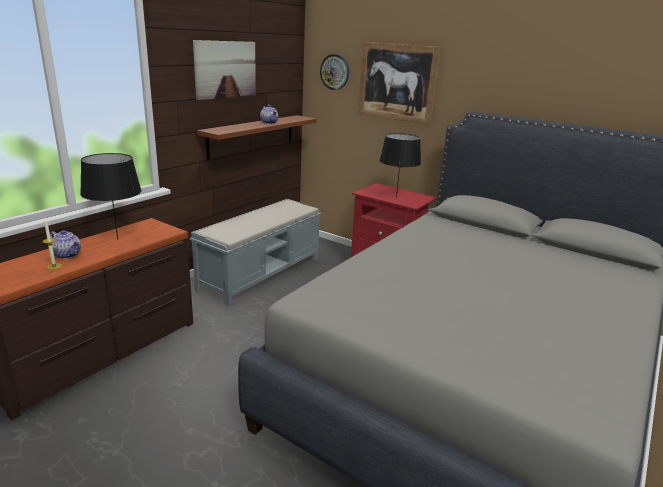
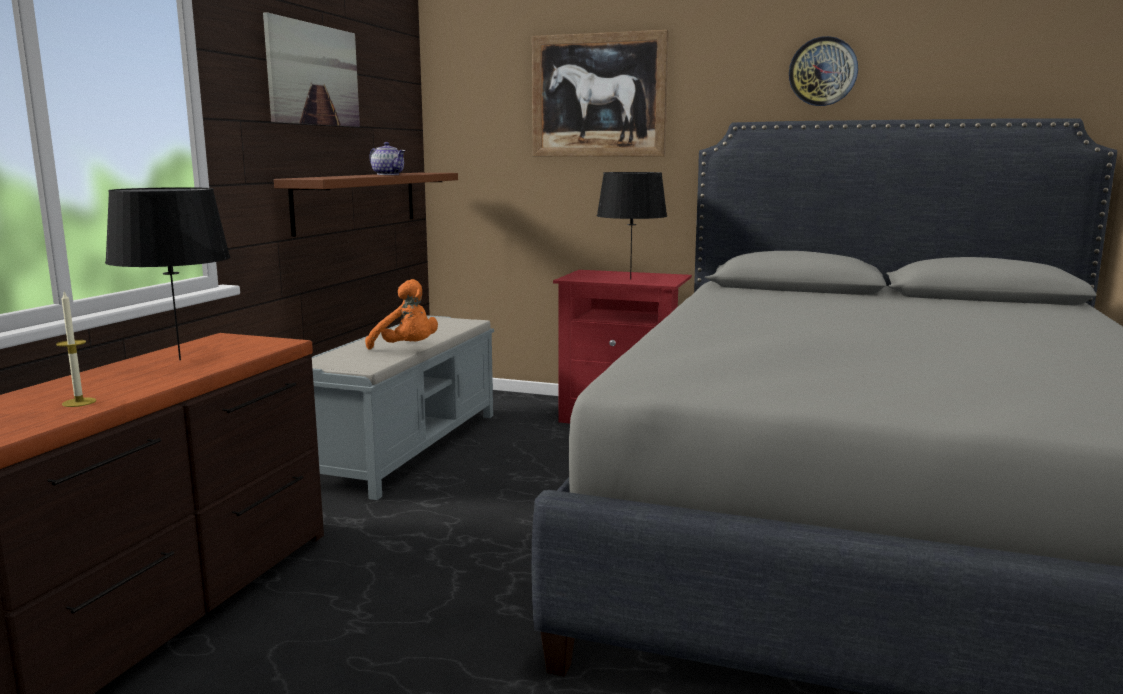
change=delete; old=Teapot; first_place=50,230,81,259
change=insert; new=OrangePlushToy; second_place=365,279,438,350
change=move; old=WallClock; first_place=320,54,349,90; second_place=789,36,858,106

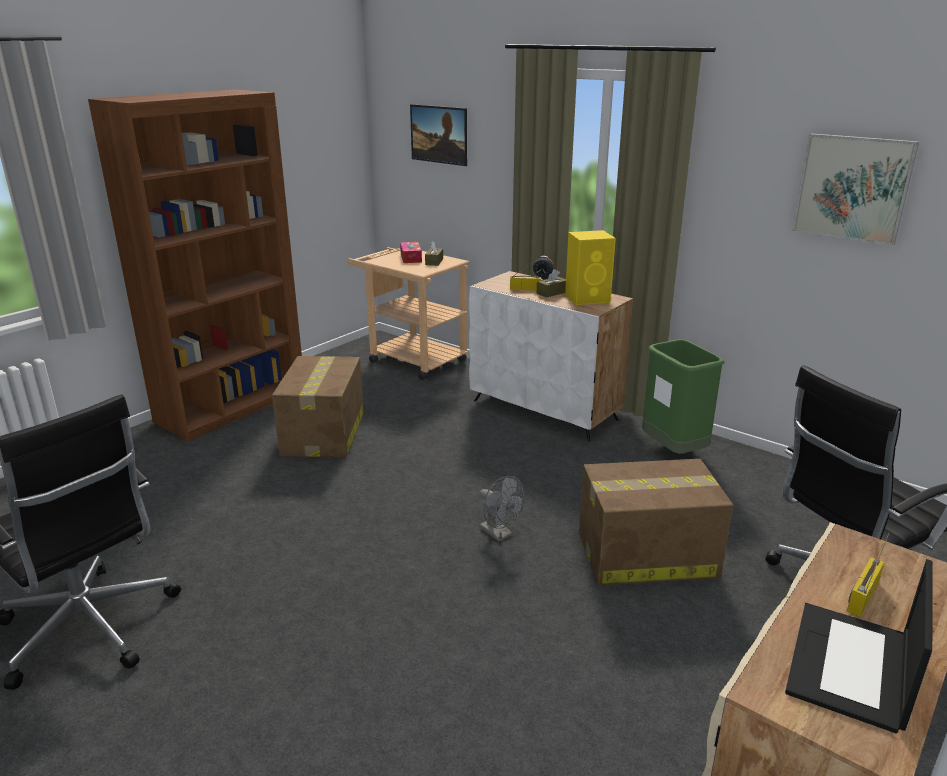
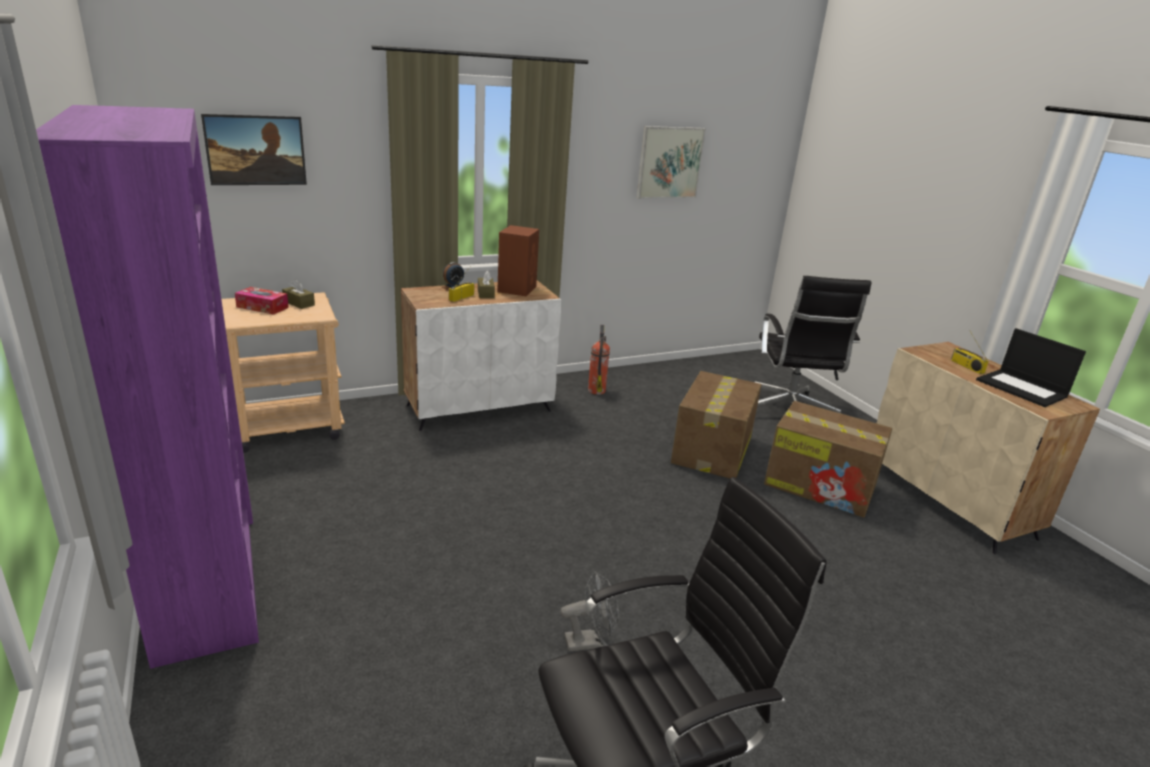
change=move; old=CardboardBox; first_place=272,356,364,457; second_place=764,401,892,518
change=move; old=GreyFan; first_place=479,476,524,541; second_place=560,571,619,651
change=replace; old=GreenTrashCan; new=FireExtinguisher; first_place=642,339,725,454; second_place=588,325,610,395
change=recolor; old=BrownBookcase; new=PurpleBookcase; first_place=88,89,302,441; second_place=36,105,259,669
change=recolor; old=YellowSpeaker; new=BrownSpeaker; first_place=565,230,616,305; second_place=497,225,539,296

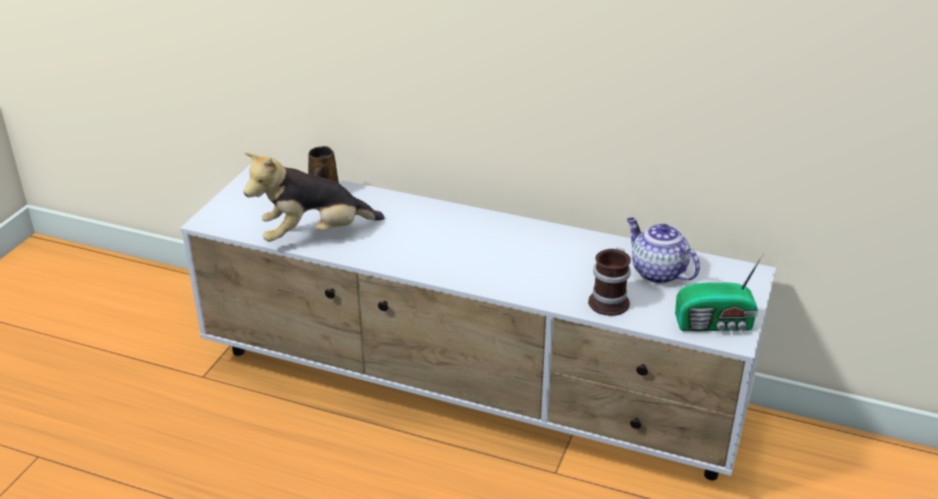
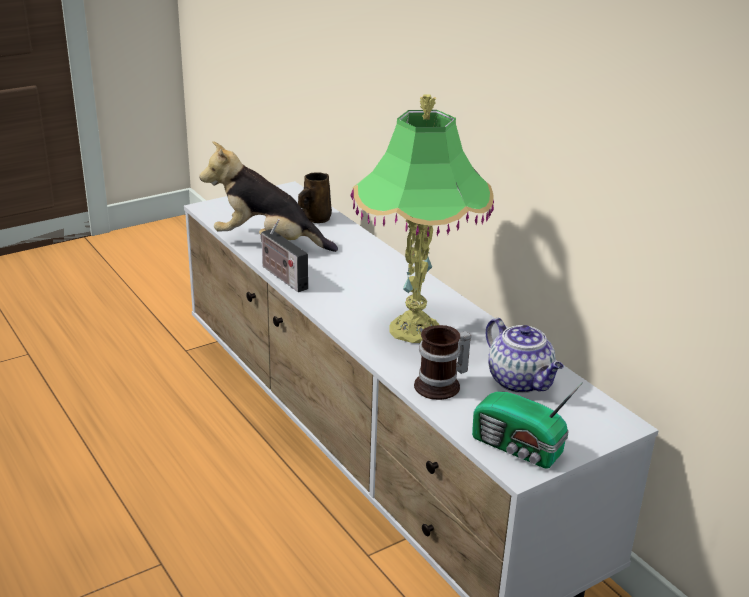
change=insert; new=Radio; second_place=261,219,308,292
change=insert; new=TableLamp; second_place=350,94,494,343
change=rotate; old=Teapot; first_place=627,217,700,284; second_place=486,318,564,393; degrees=150

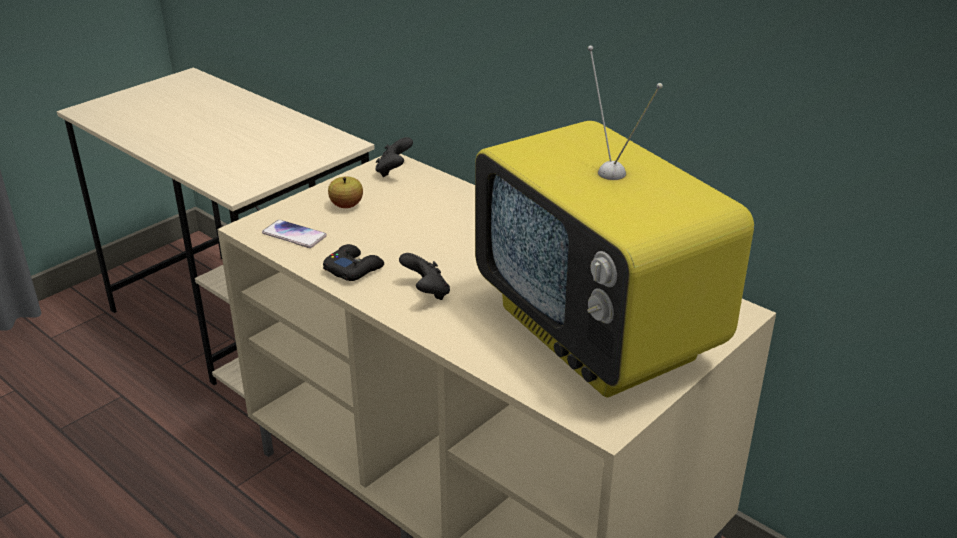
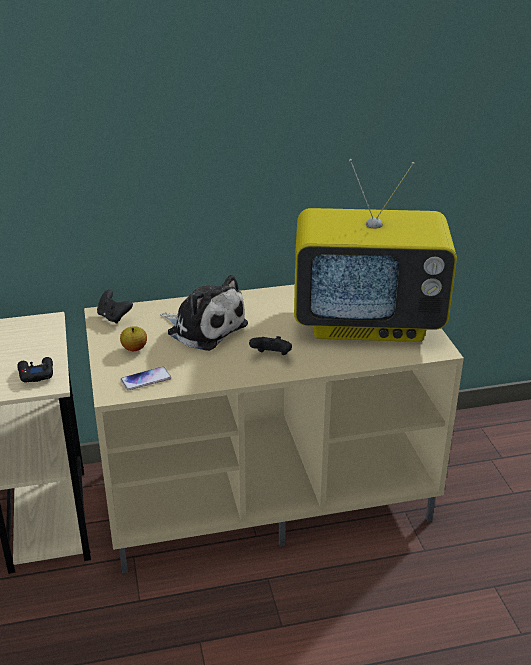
change=insert; new=PlushToy; second_place=160,275,248,351
change=move; old=BlackGameController; first_place=323,244,384,281; second_place=17,357,53,382

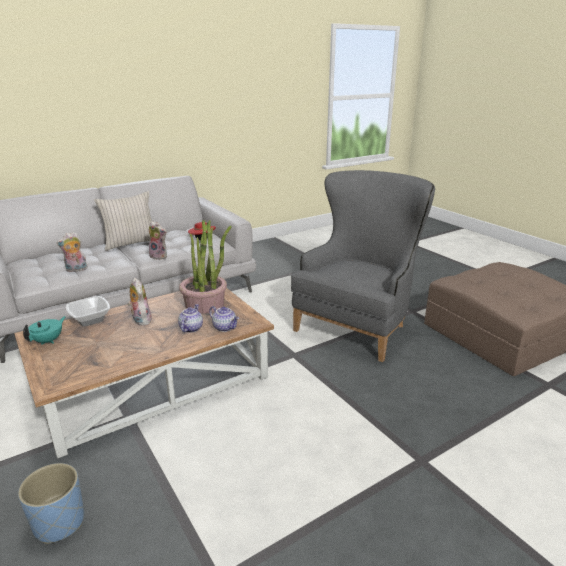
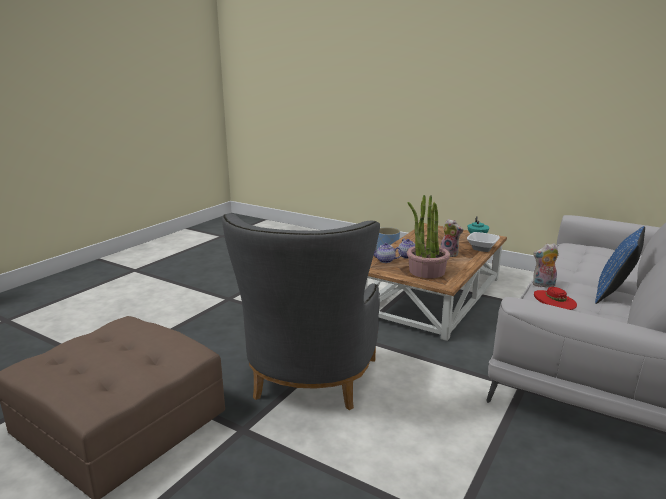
change=delete; old=PlushToy; first_place=56,232,88,272
change=recolor; old=BeigePillow; new=BluePillow; first_place=94,191,152,251; second_place=595,226,645,304

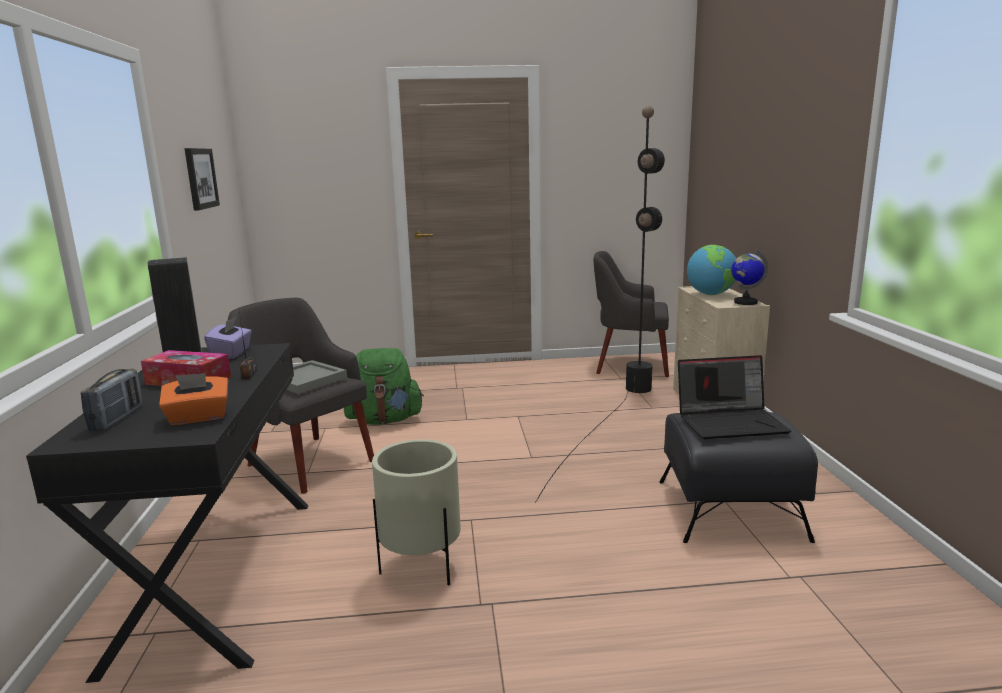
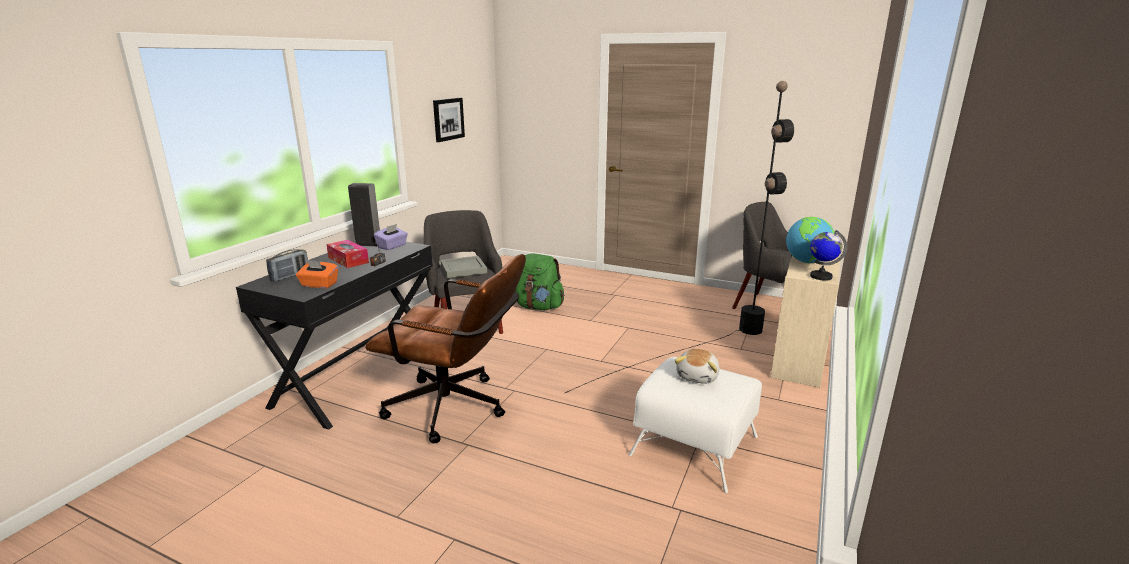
change=replace; old=BeigePlanter; new=BrownOfficeChair; first_place=372,439,461,586; second_place=365,254,526,443
change=replace; old=Laptop; new=PlushToy; first_place=678,355,791,439; second_place=675,349,720,384
change=recolor; old=BlackOttoman; new=WhiteOttoman; first_place=659,412,818,543; second_place=629,357,762,493

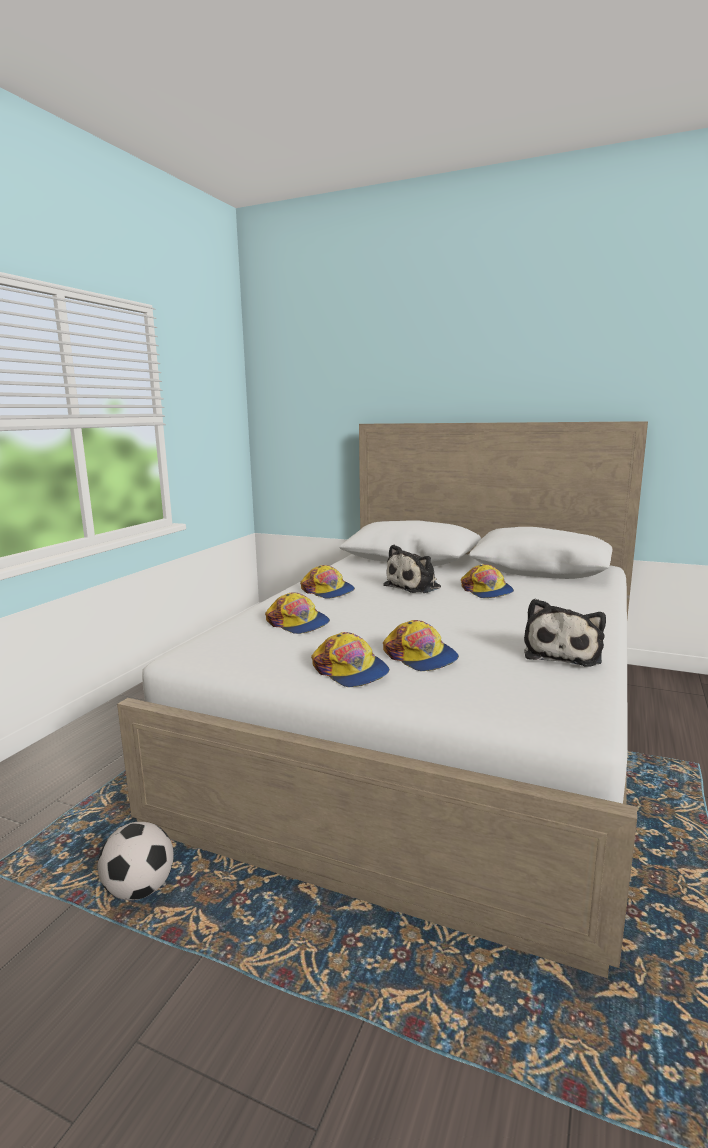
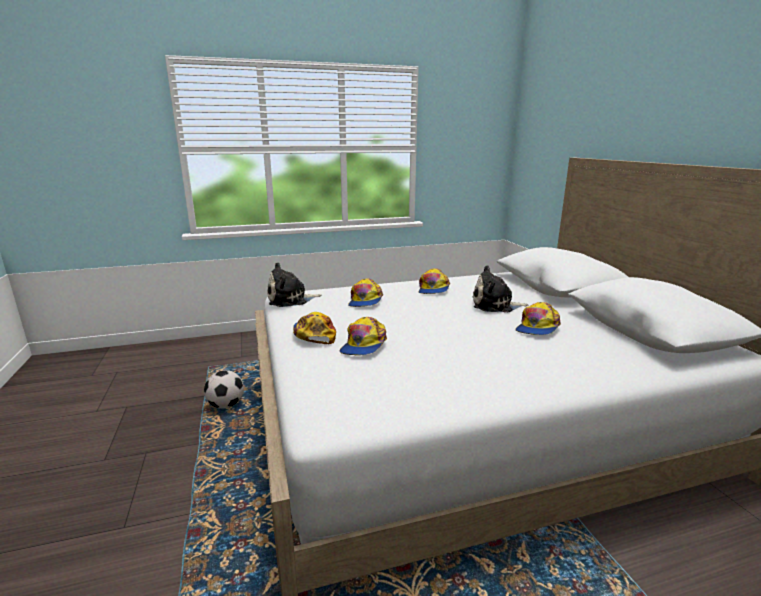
change=move; old=PlushToy; first_place=524,599,606,667; second_place=267,262,321,307
change=rotate; old=Cap; first_place=311,632,390,687; second_place=293,312,336,344; degrees=150

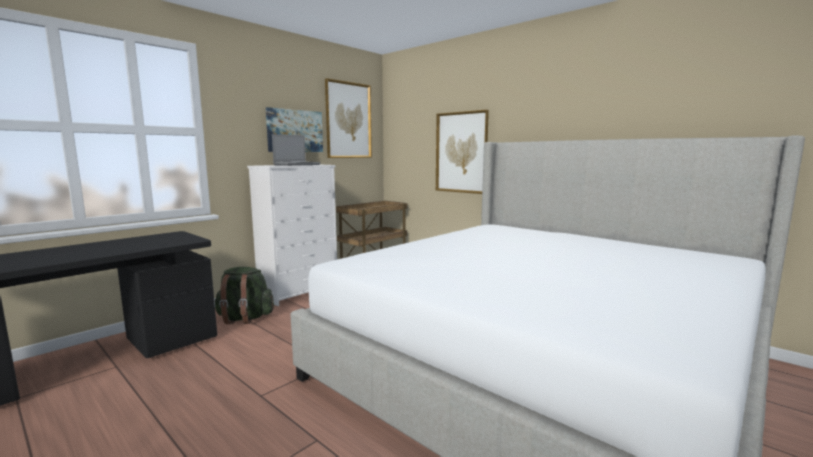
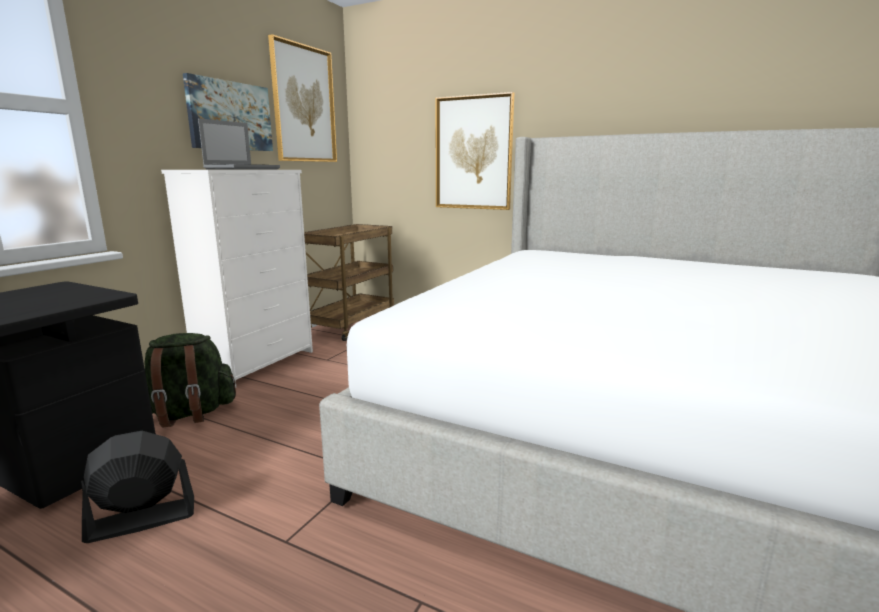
change=insert; new=BlackFan; second_place=81,431,194,543

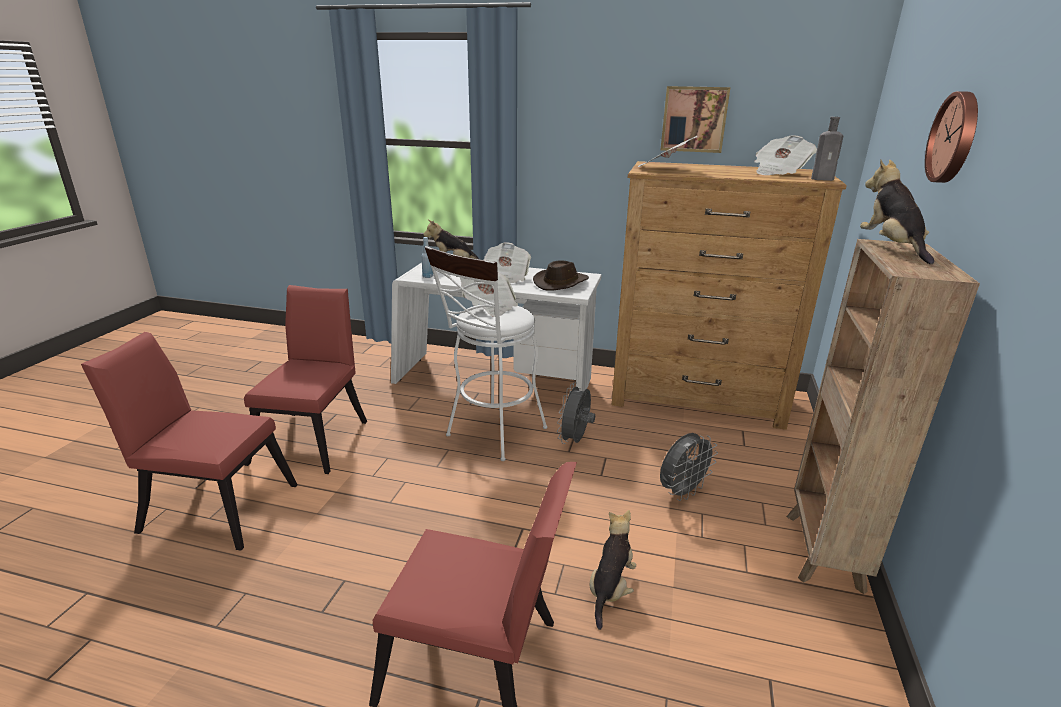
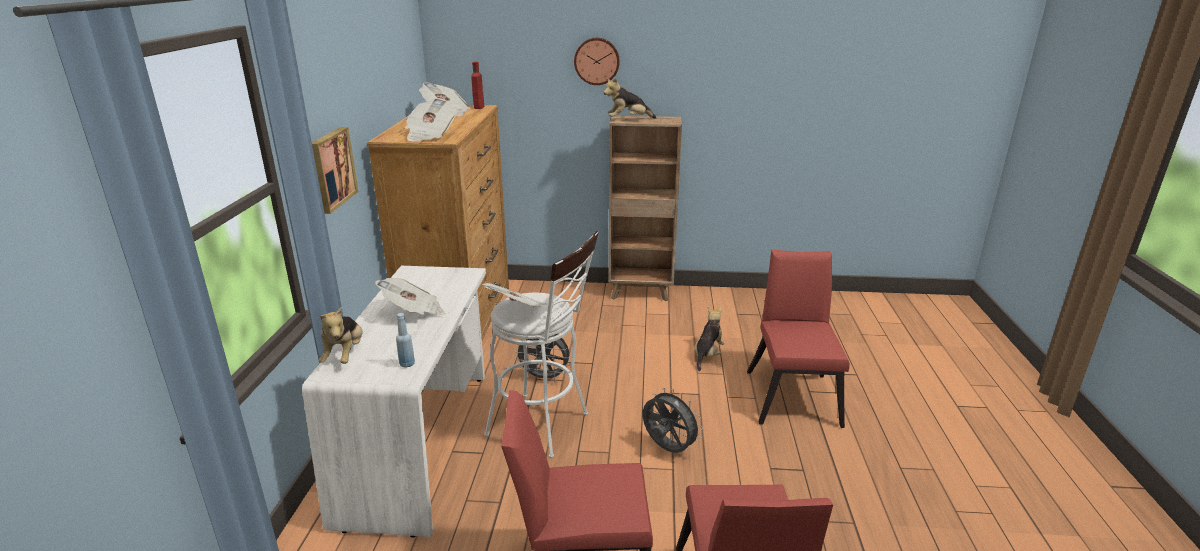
change=delete; old=BrownHat; first_place=533,260,589,291
change=move; old=GreyFan; first_place=660,433,718,501; second_place=643,388,703,453
change=move; old=Picture; first_place=661,86,731,153; second_place=312,127,359,214
change=recolor; old=GreyBottle; new=RedBottle; first_place=811,117,843,181; second_place=471,62,484,109
change=rotate; old=PlushToy; first_place=590,510,636,630; second_place=694,307,725,371; degrees=105

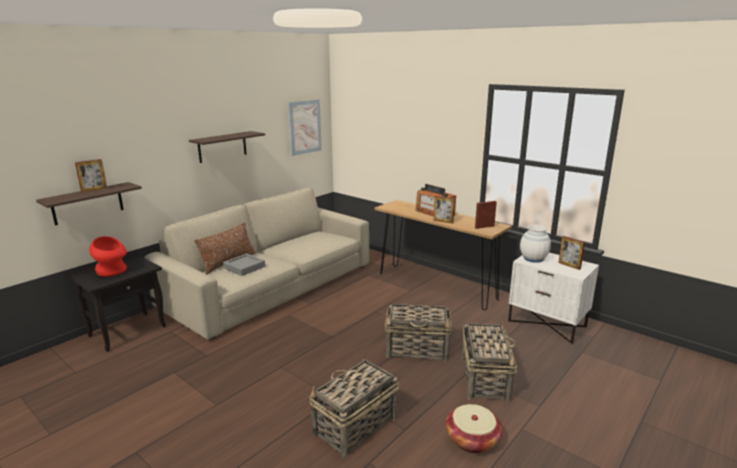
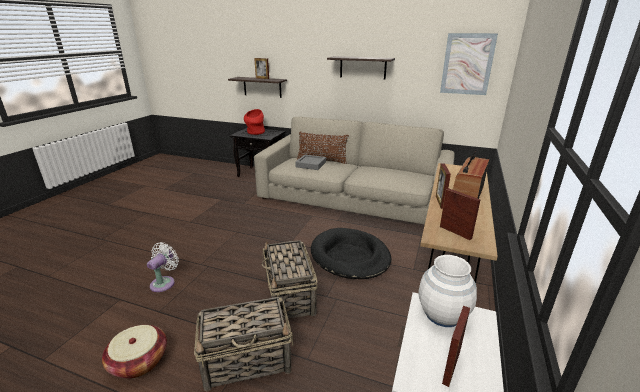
change=insert; new=BlackDogBed; second_place=311,228,391,279
change=replace; old=Basket; new=WhiteFan; first_place=309,356,399,458; second_place=147,242,179,292

